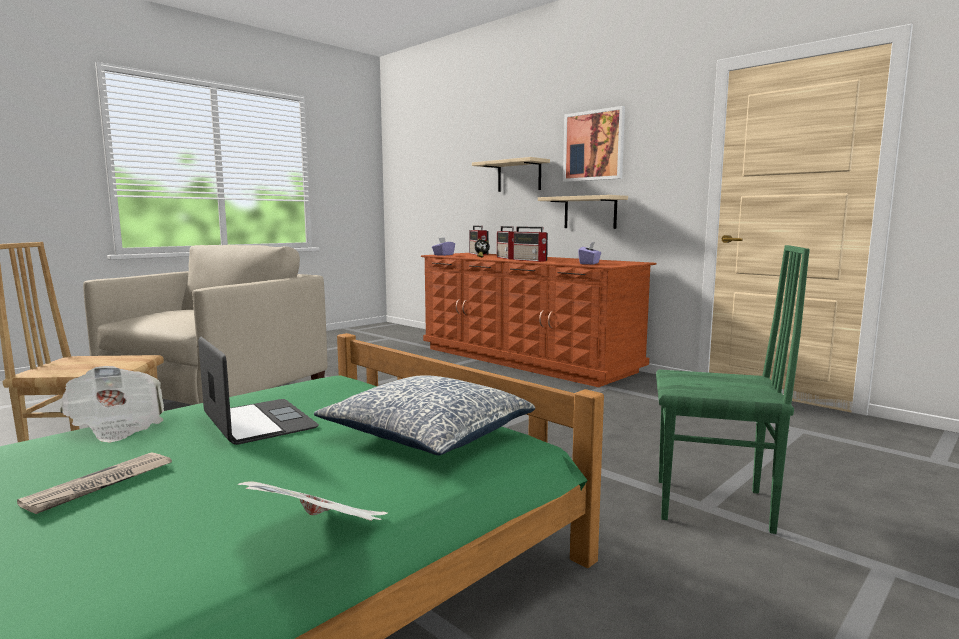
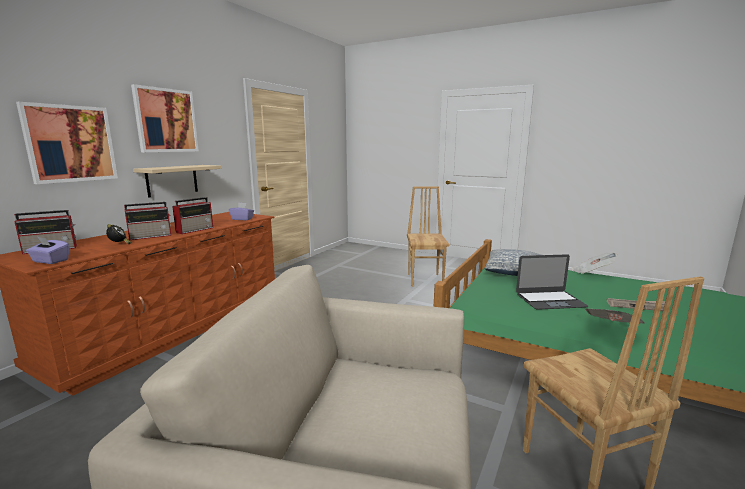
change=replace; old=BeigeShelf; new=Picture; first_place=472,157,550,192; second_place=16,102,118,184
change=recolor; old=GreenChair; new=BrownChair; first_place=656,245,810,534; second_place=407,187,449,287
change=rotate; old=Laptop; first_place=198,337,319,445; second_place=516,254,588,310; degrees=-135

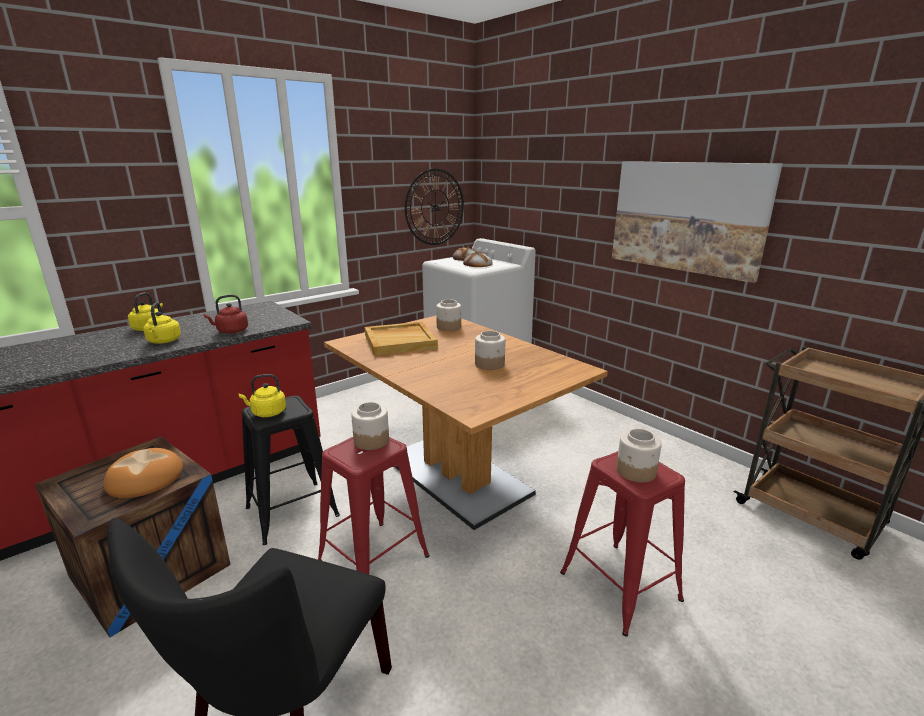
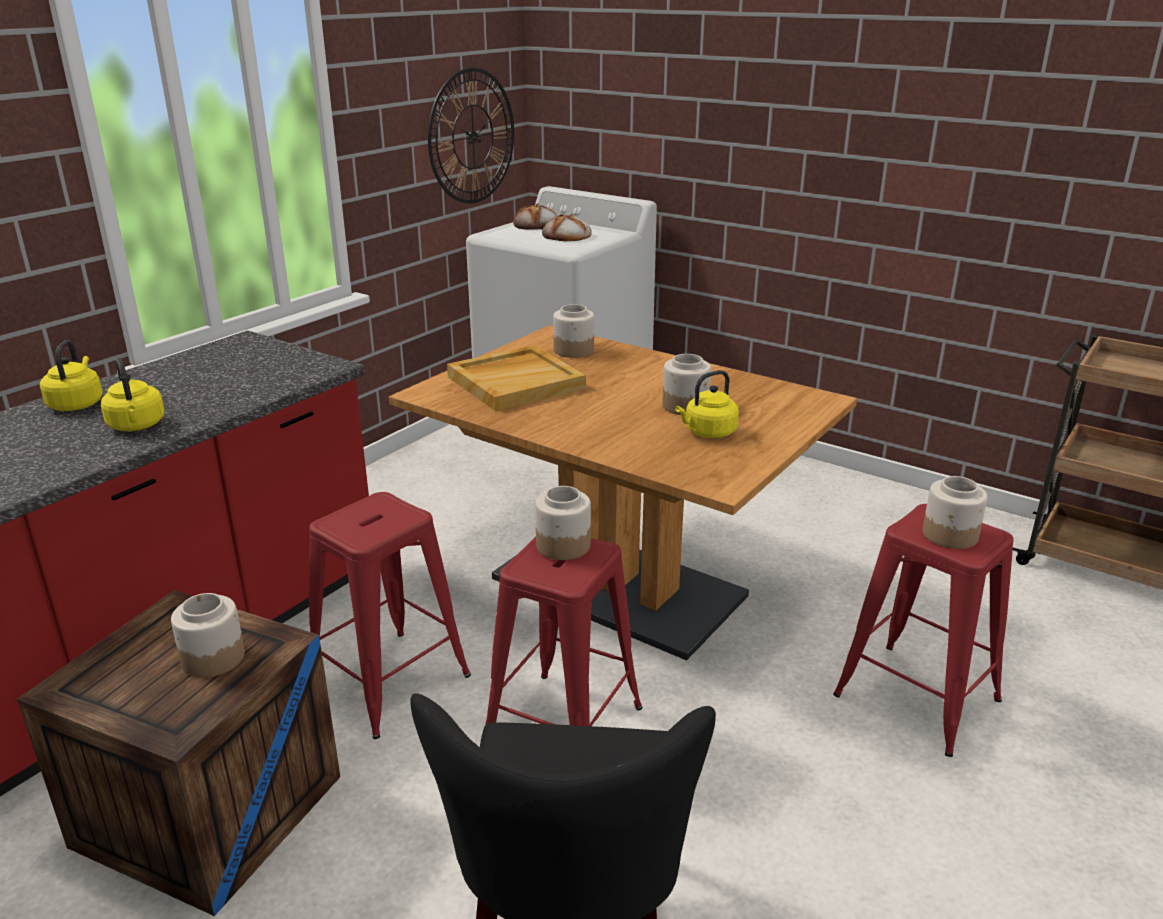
change=delete; old=RedKettle; first_place=204,295,248,333
change=delete; old=Picture; first_place=612,161,782,283
change=move; old=YellowKettle; first_place=239,374,286,417; second_place=675,370,739,438
change=replace; old=Bread; new=Jar; first_place=104,448,183,498; second_place=171,593,245,678
change=recolor; old=BlackStool; new=RedStool; first_place=242,396,340,545; second_place=309,492,471,739

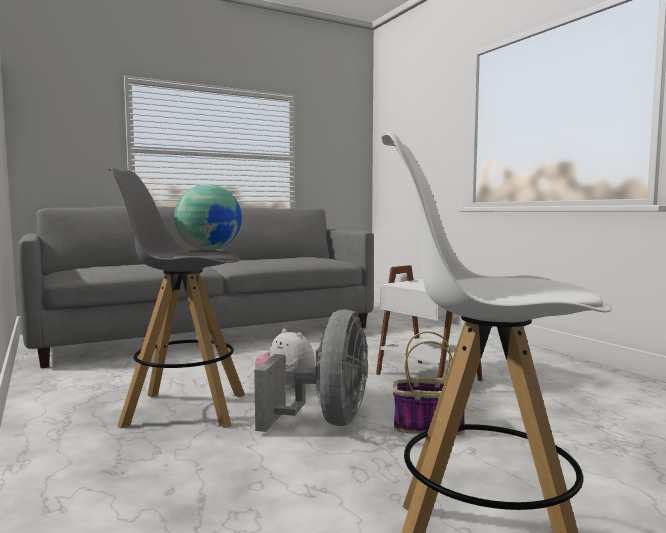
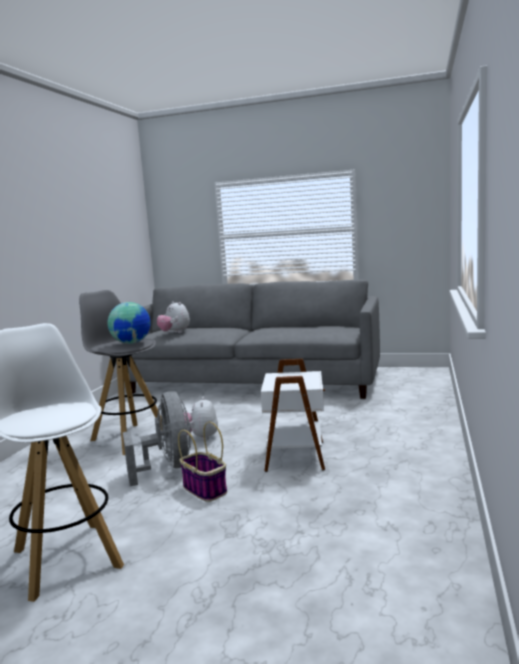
change=insert; new=PlushToy; second_place=157,301,190,333
change=rotate; old=GreyFan; first_place=254,309,368,432; second_place=123,391,191,486; degrees=-75

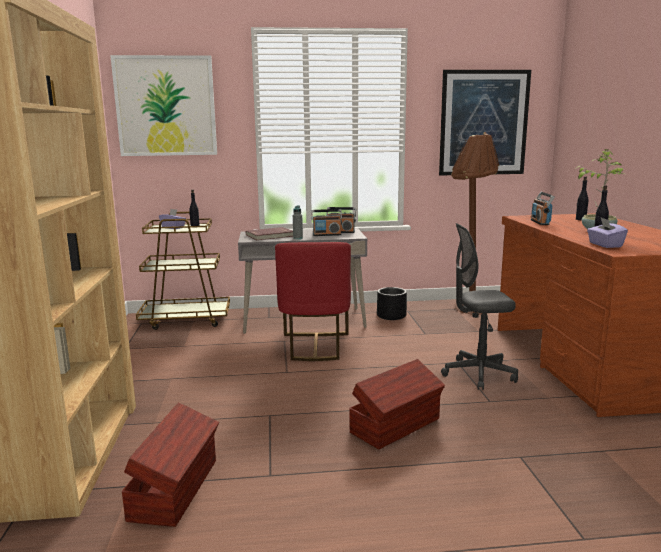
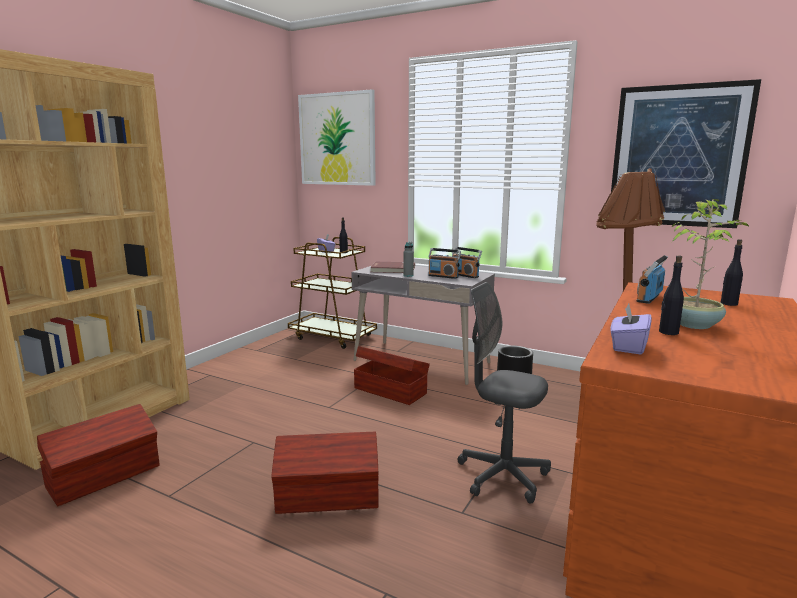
change=replace; old=RedChair; new=BrownStorageBox; first_place=275,242,351,361; second_place=354,346,430,405

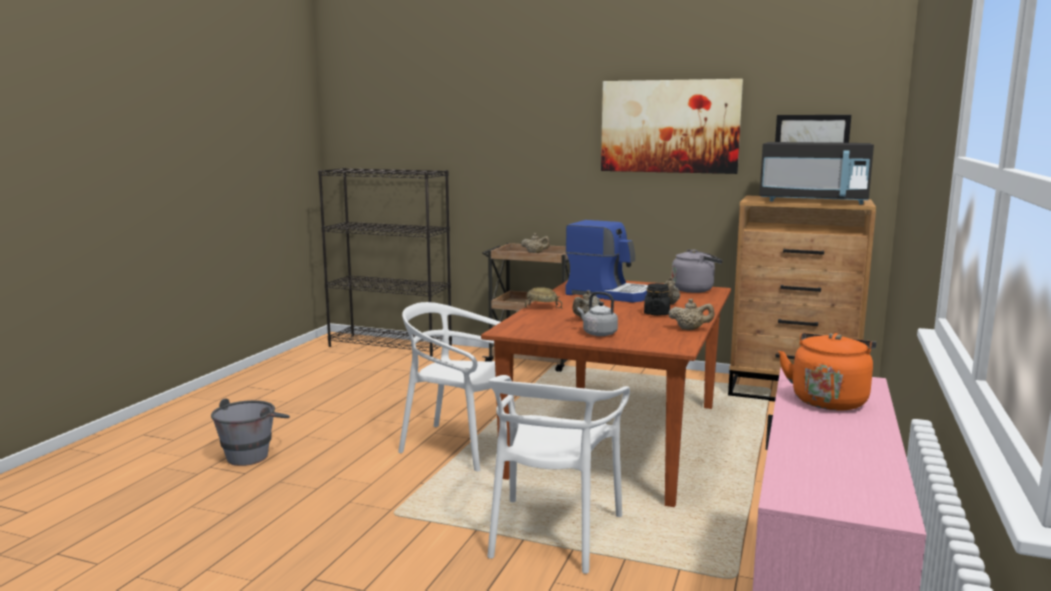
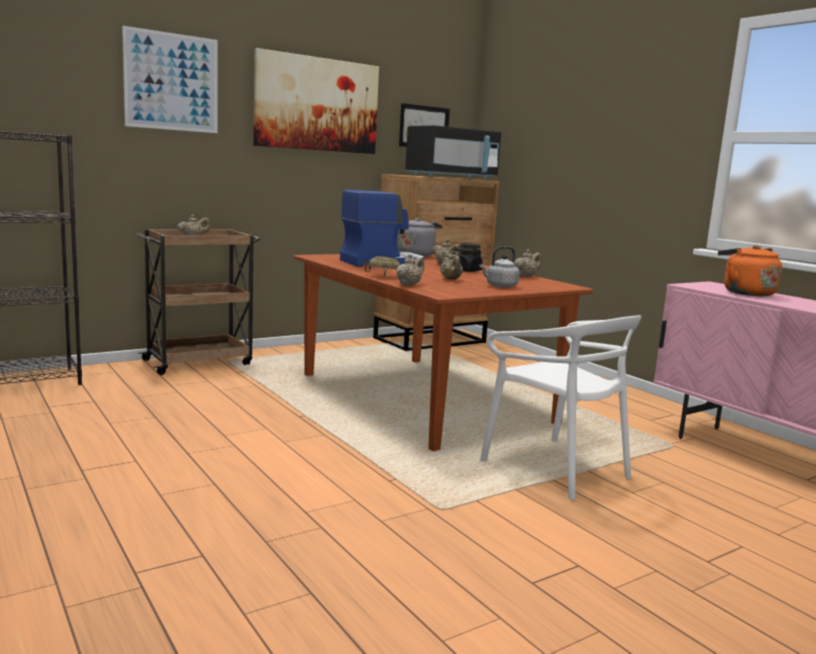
change=delete; old=GreyBucket; first_place=211,399,290,466
change=delete; old=WhiteChair; first_place=398,302,518,471
change=insert; new=Picture; second_place=122,26,217,133
change=insert; new=BeigeTeapot; second_place=397,254,424,286

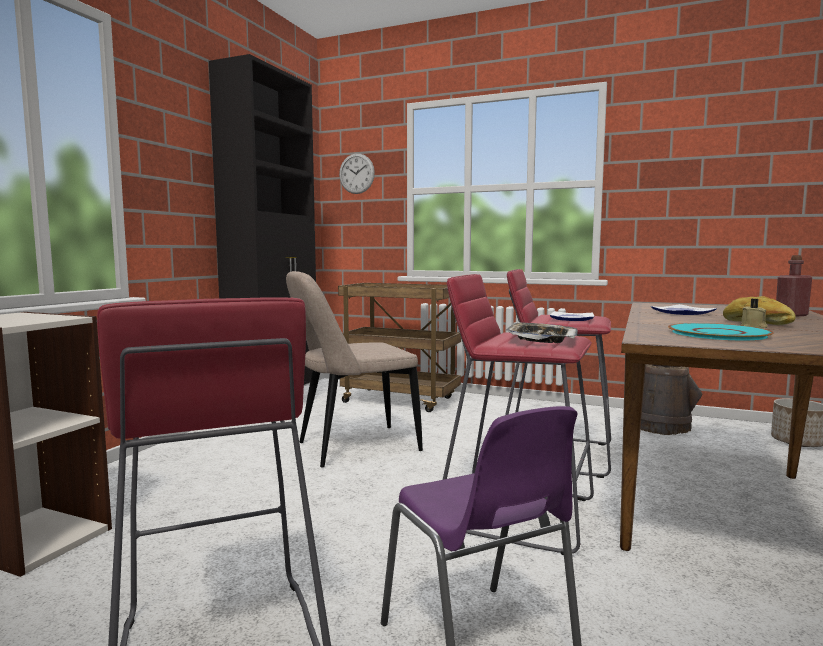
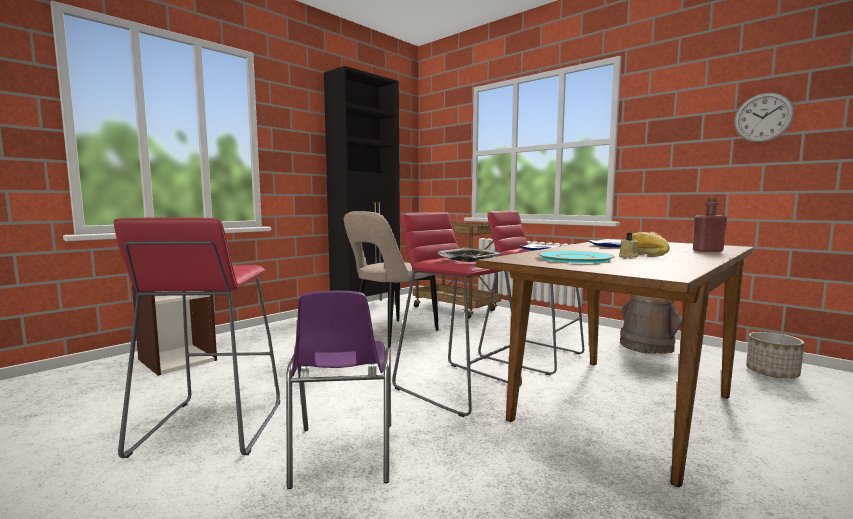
change=move; old=WallClock; first_place=339,153,375,194; second_place=734,93,794,143
change=rotate; old=BeigeChair; first_place=286,271,423,467; second_place=344,211,439,348; degrees=-45

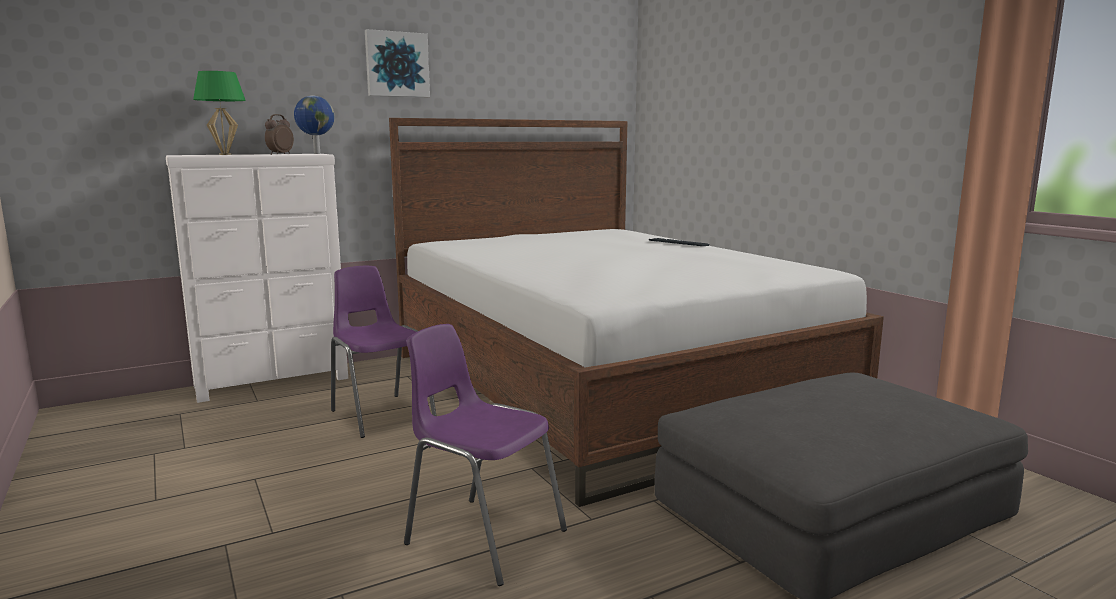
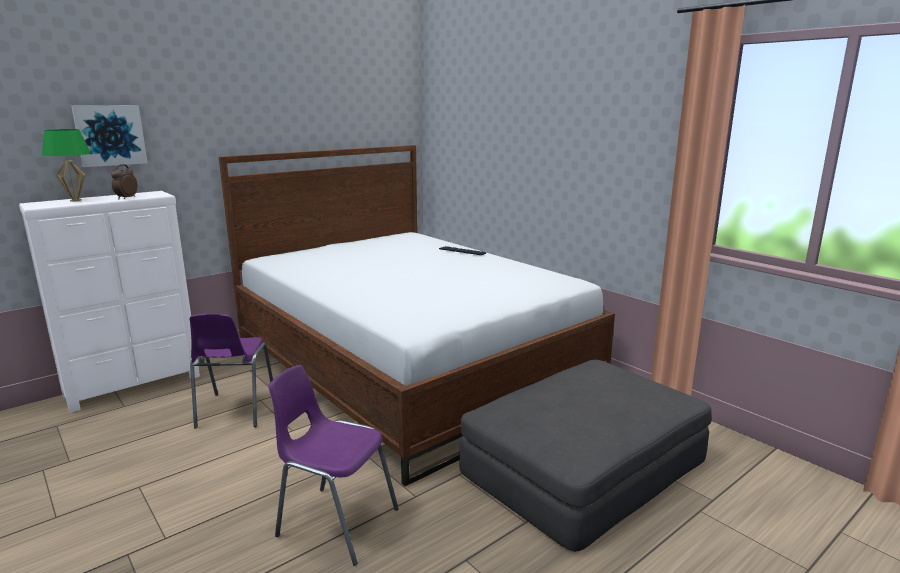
change=delete; old=Globe; first_place=294,96,335,154
change=move; old=Picture; first_place=365,29,430,97; second_place=71,105,148,167
change=rotate; old=PurpleChair; first_place=331,266,436,438; second_place=190,314,273,429; degrees=-135

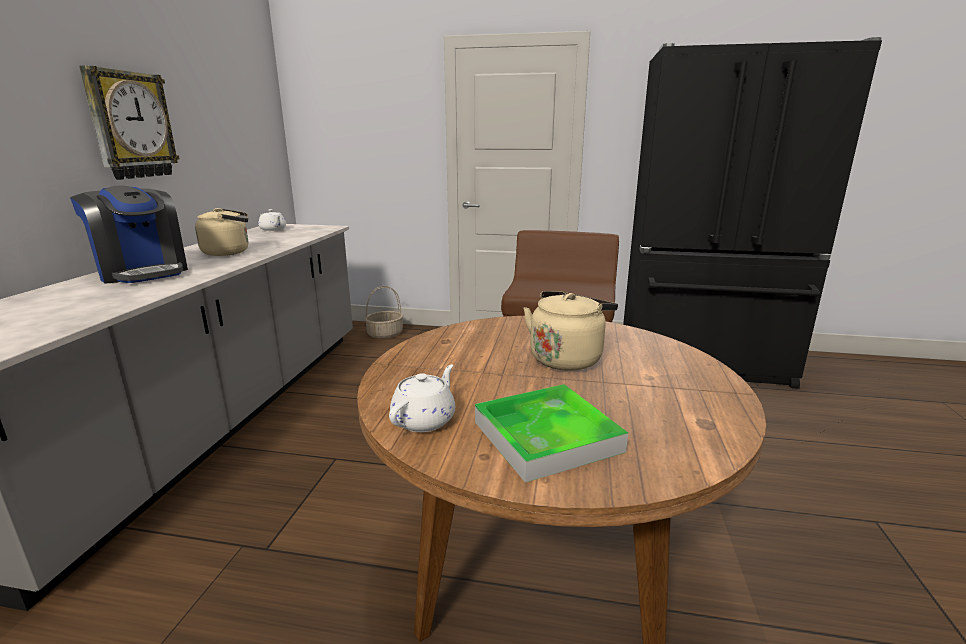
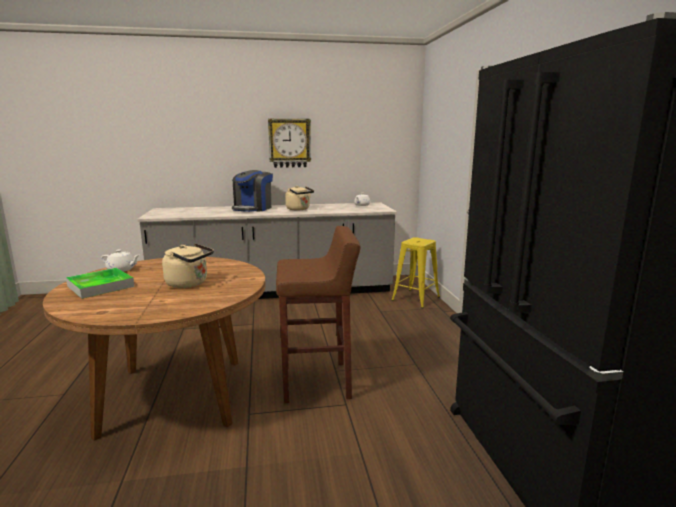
change=replace; old=Basket; new=YellowStool; first_place=364,286,403,339; second_place=391,237,440,308

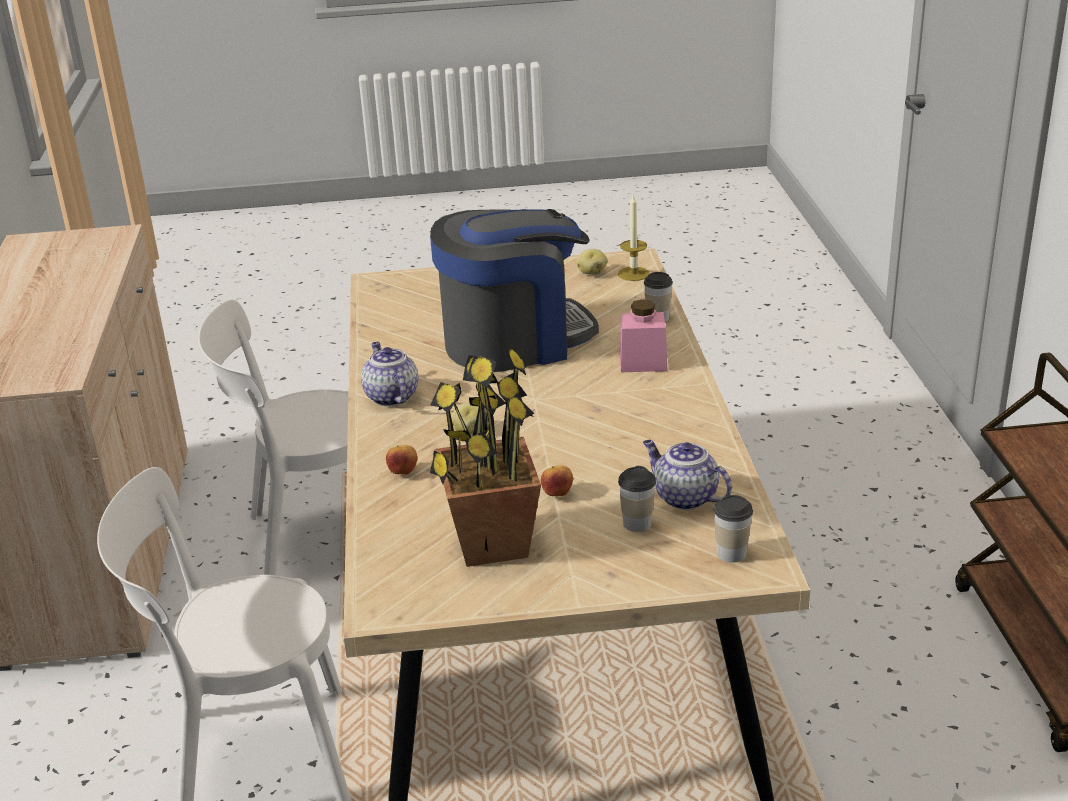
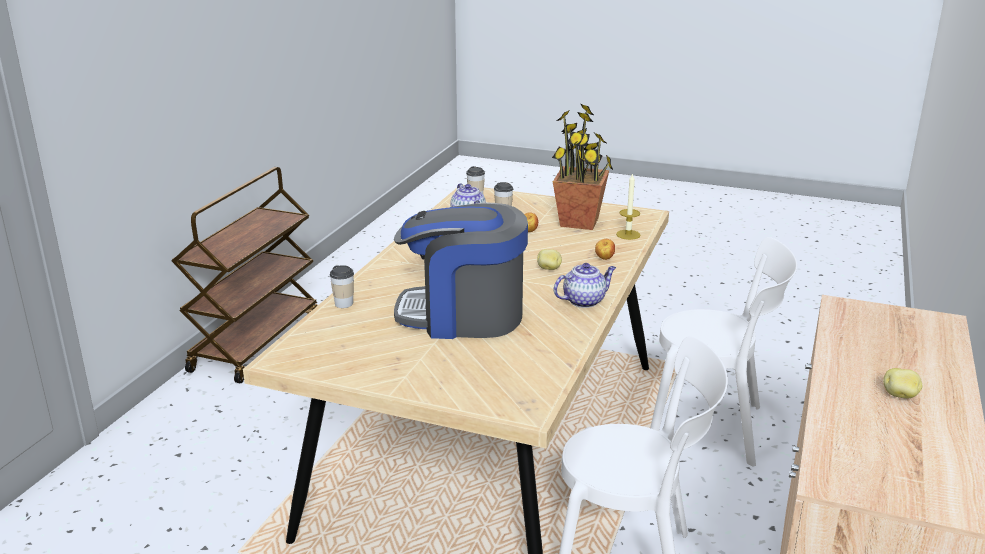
change=delete; old=PinkJar; first_place=620,299,668,372
change=move; old=Potato; first_place=577,249,607,275; second_place=883,368,922,399
change=move; old=Candle; first_place=618,195,650,281; second_place=616,173,641,240
change=rotate; old=Teapot; first_place=361,342,418,406; second_place=554,263,616,308; degrees=-120

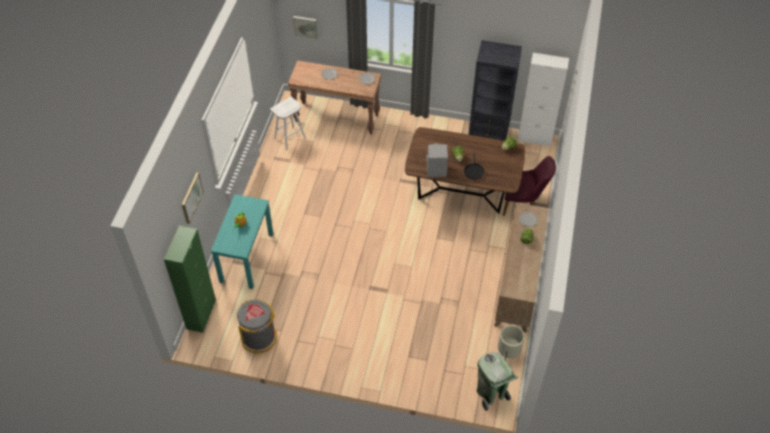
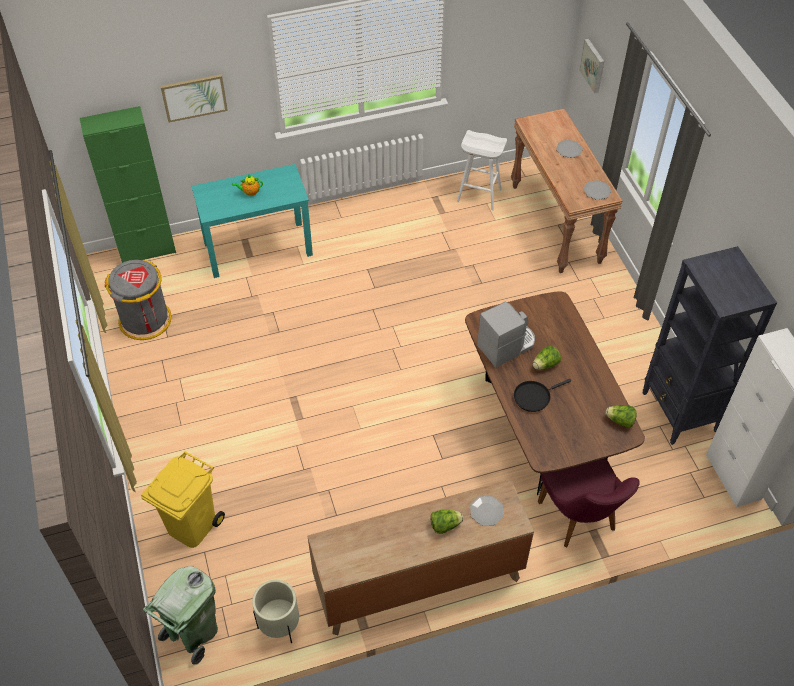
change=insert; new=YellowTrashCan; second_place=141,451,225,548

